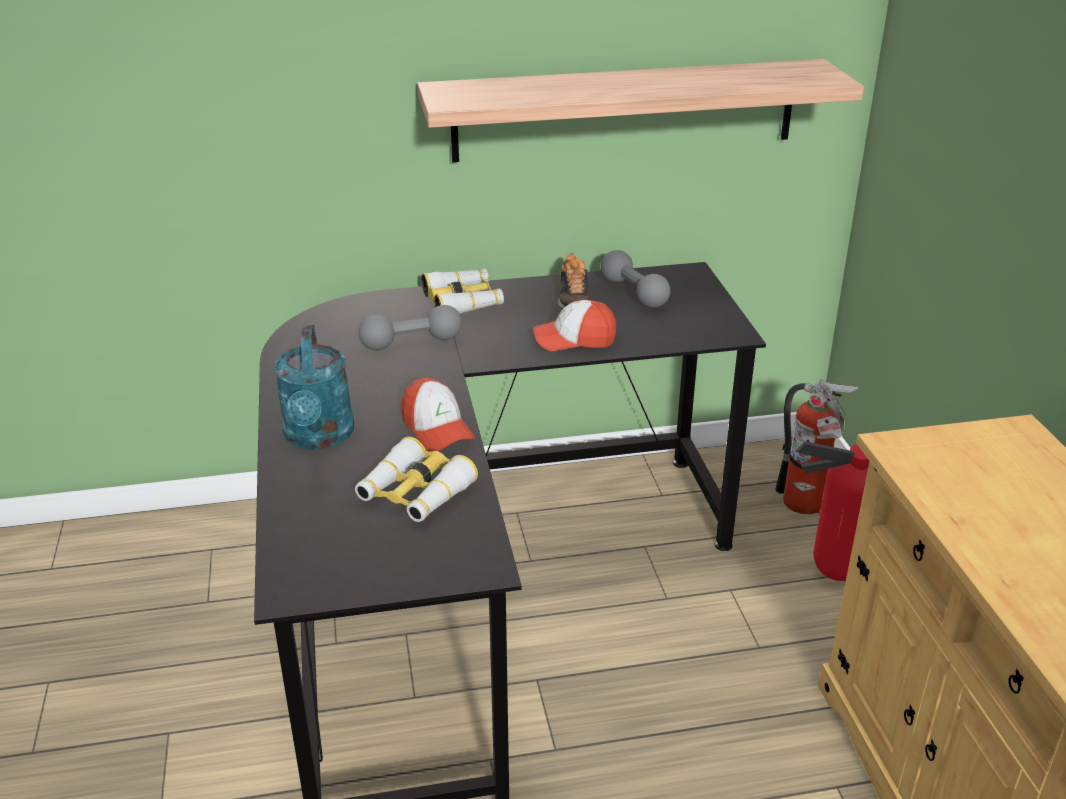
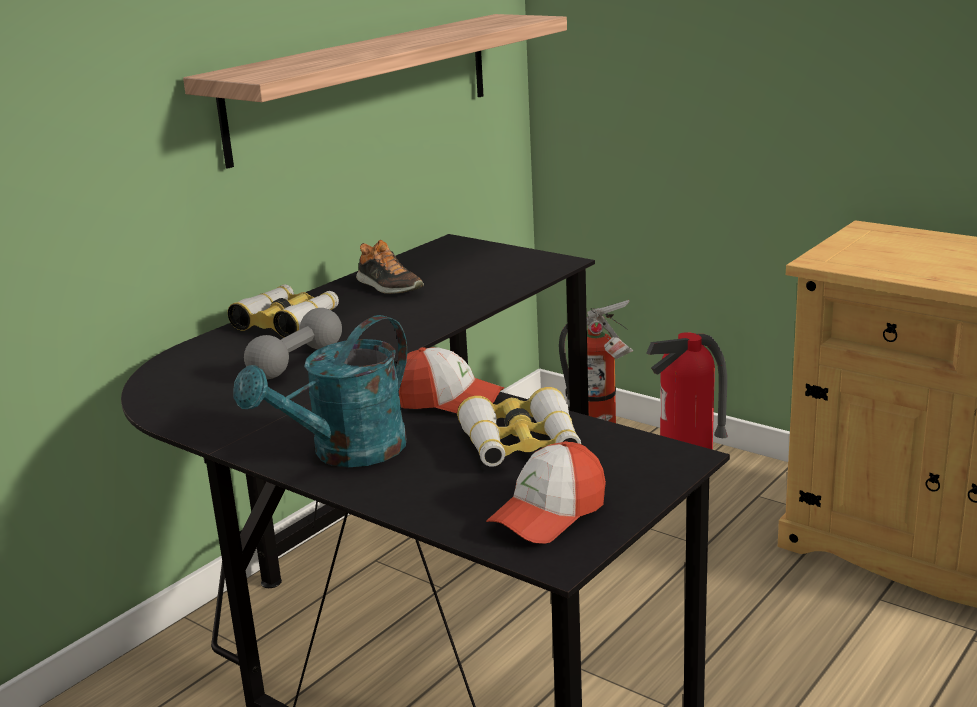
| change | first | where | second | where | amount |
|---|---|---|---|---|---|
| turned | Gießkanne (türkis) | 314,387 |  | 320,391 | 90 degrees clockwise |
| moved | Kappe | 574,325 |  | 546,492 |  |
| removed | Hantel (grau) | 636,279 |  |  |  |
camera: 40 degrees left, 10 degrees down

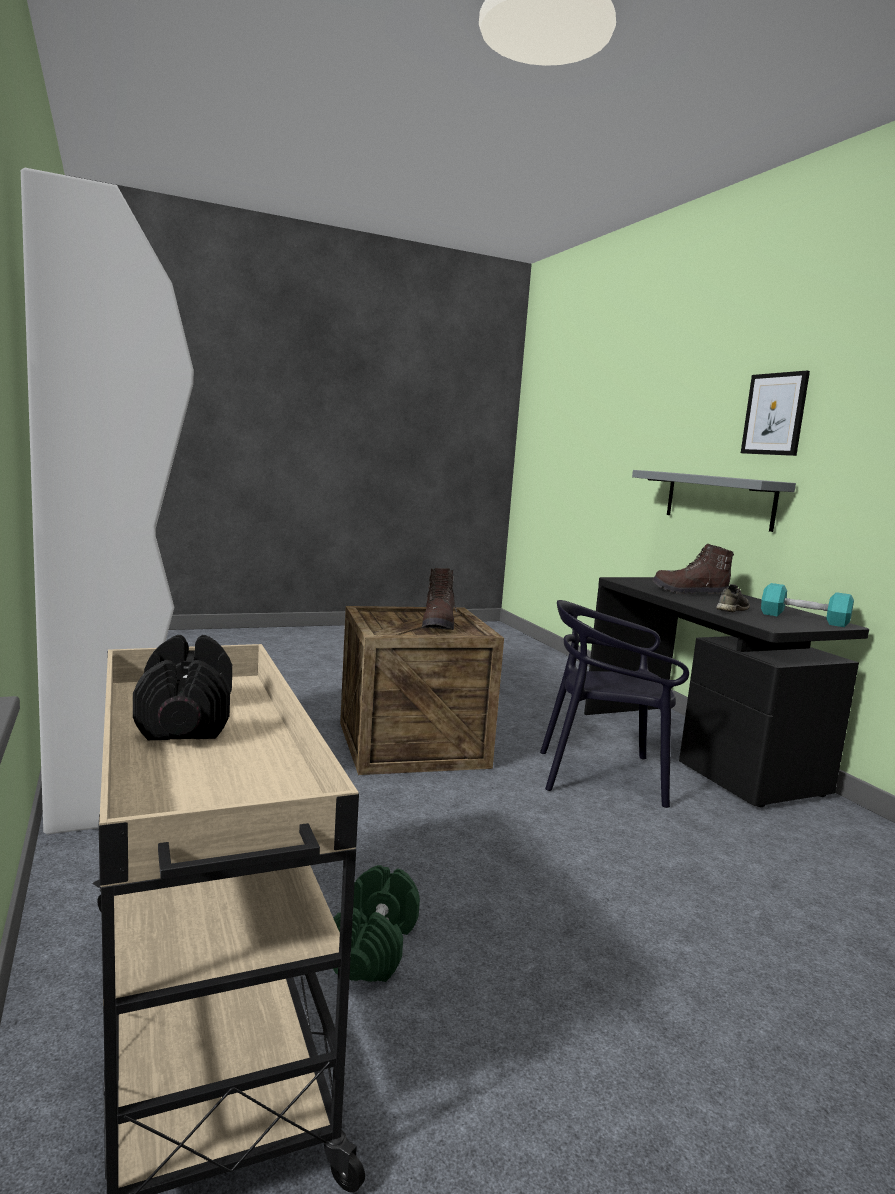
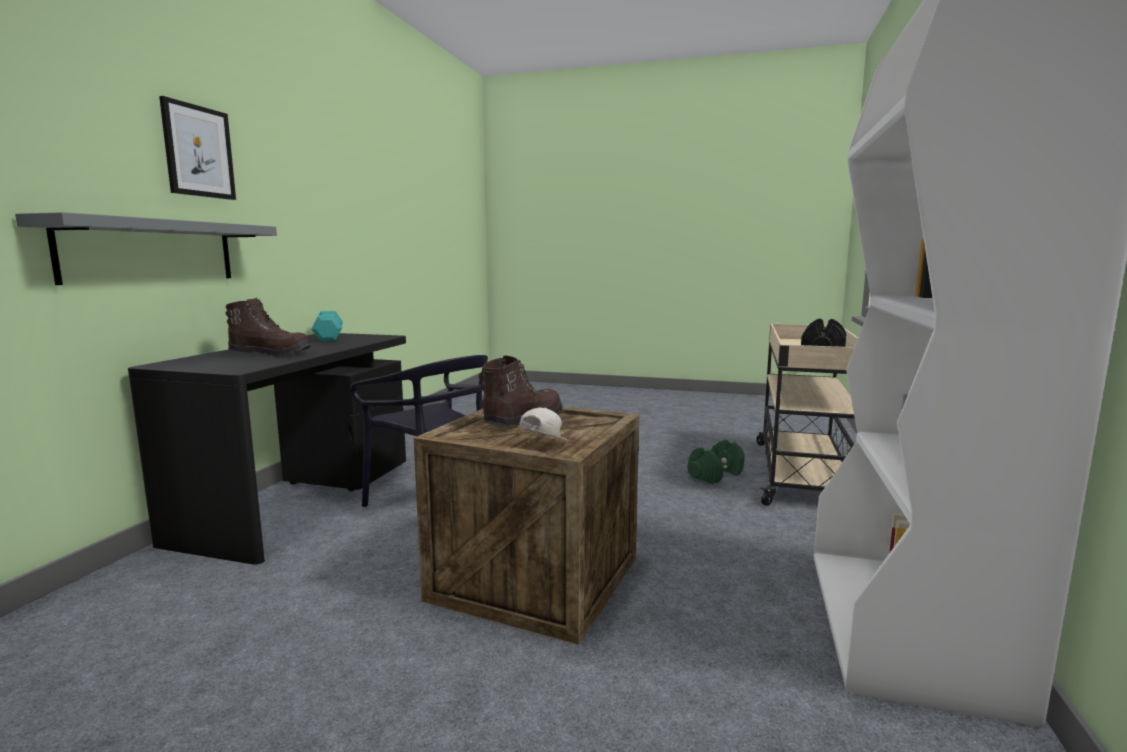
| change | first | where | second | where | amount |
|---|---|---|---|---|---|
| turned | Stiefel (braun) | 693,569 |  | 268,327 | 45 degrees counterclockwise |
| removed | Schuh (grau) | 733,598 |  |  |  |
| added |  |  | Kappe (weiß) | 543,424 |  |
camera: 140 degrees left, 0 degrees up

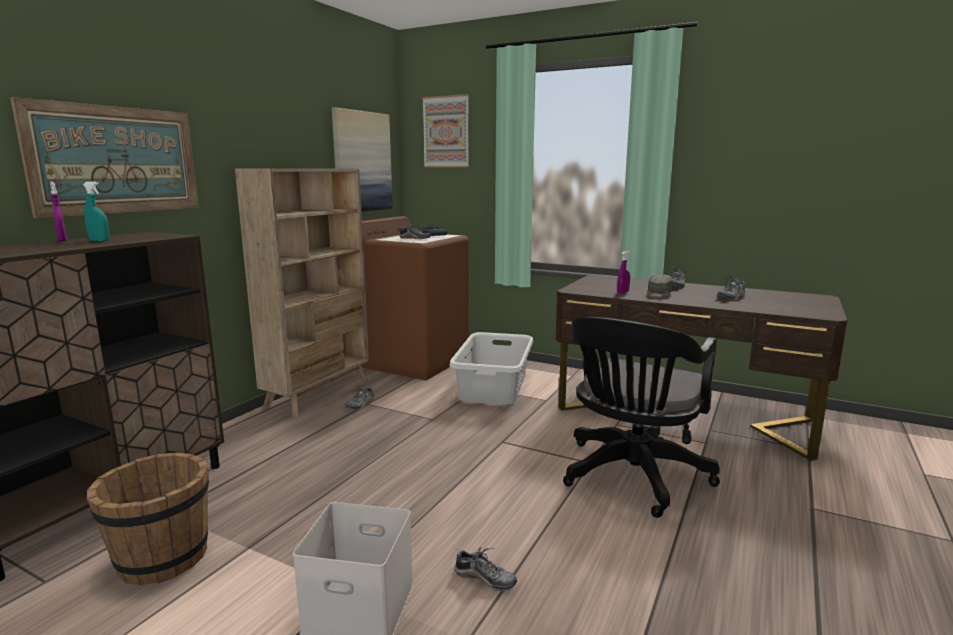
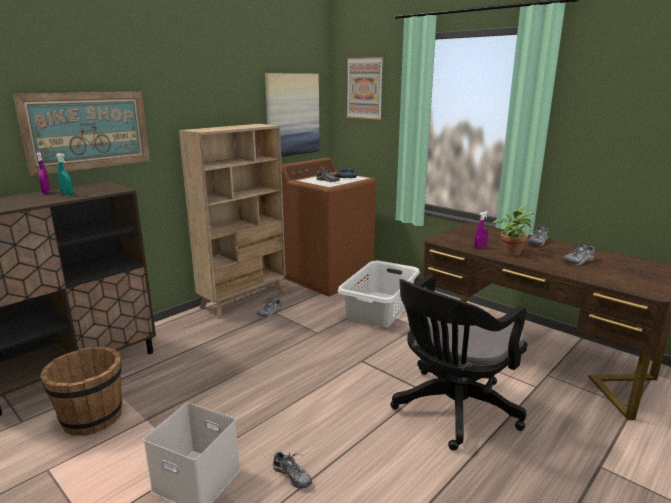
| change | first | where | second | where | amount |
|---|---|---|---|---|---|
| replaced | Kappe (grau) | 660,286 | Topfpflanze | 513,231 |  |
camera: 15 degrees right, 5 degrees up

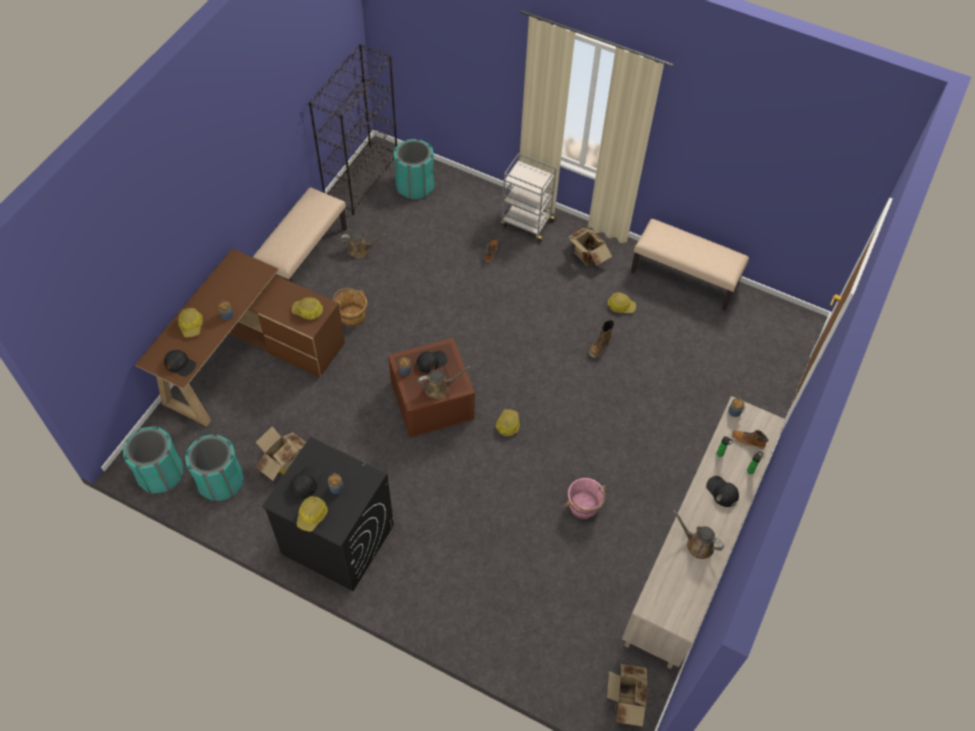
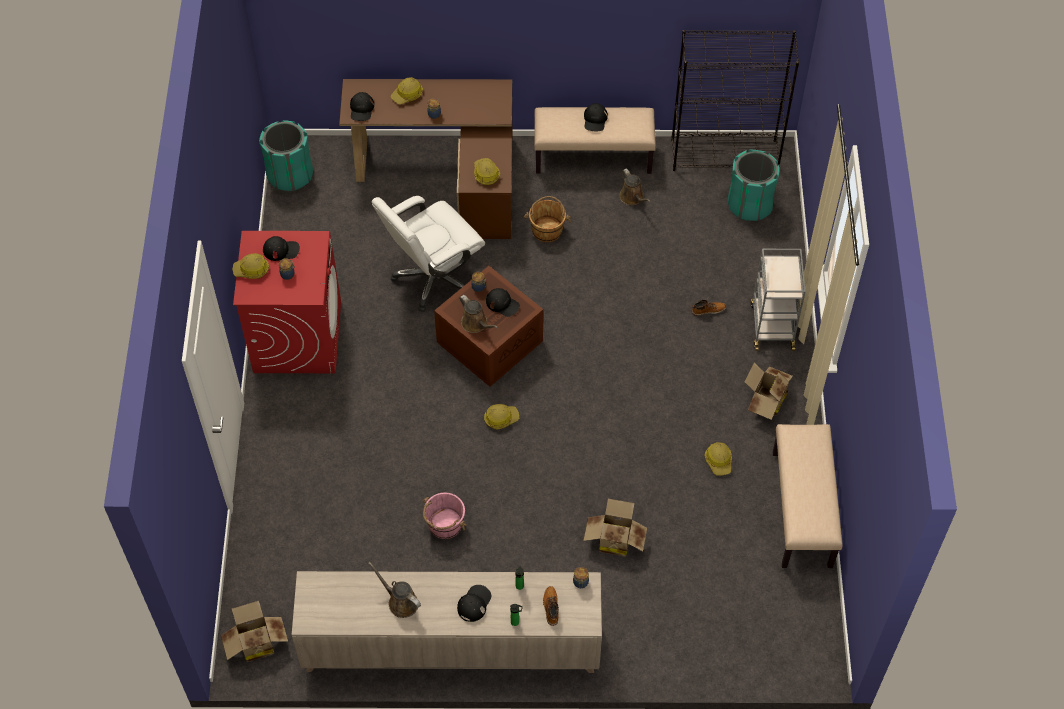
| change | first | where | second | where | amount |
|---|---|---|---|---|---|
| removed | Mülleimer (türkis) | 214,467 |  |  |  |
| moved | Karton | 281,454 |  | 615,528 |  |
| recoloured | Waschmaschine (schwarz) | 328,514 | Waschmaschine (rot) | 287,302 |  |
| removed | Stiefel | 601,338 |  |  |  |
| turned | Gießkanne (braun) | 698,534 |  | 394,590 | 60 degrees counterclockwise |
| added |  |  | Bürostuhl (weiß) | 428,254 |  |
| added |  |  | Kappe (schwarz) | 596,117 |  |
camera: 65 degrees right, 0 degrees up

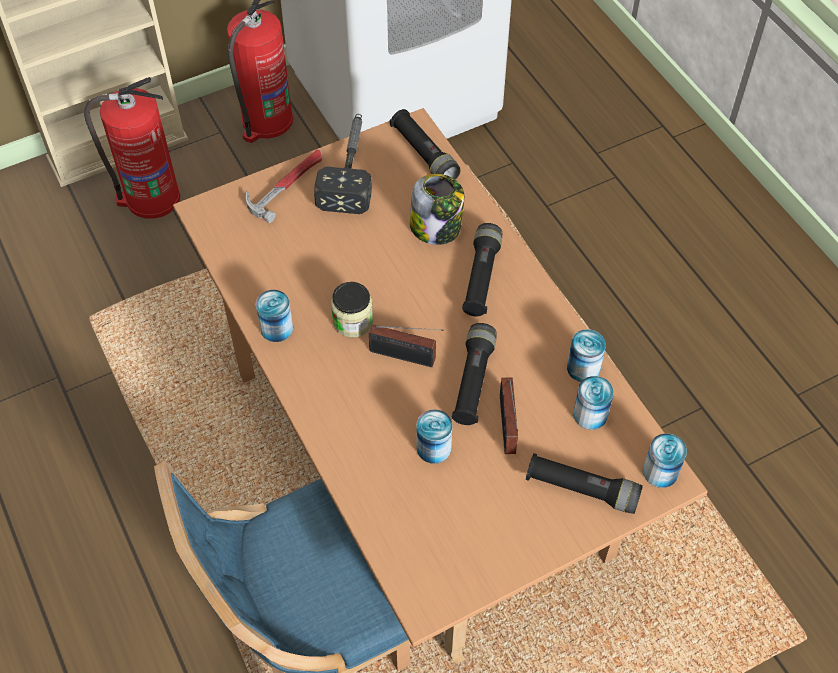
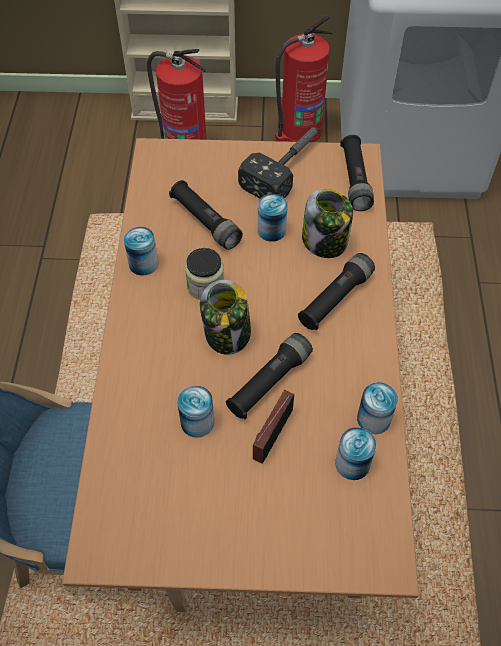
| change | first | where | second | where | amount |
|---|---|---|---|---|---|
| removed | Hammer | 284,186 |  |  |  |
| replaced | Radio | 406,346 | Vorratsglas | 225,317 |  |
| moved | Taschenlampe (schwarz) | 584,483 |  | 206,215 |  |
| moved | Dose | 665,460 |  | 273,218 |  |
camera: 30 degrees right, 0 degrees up

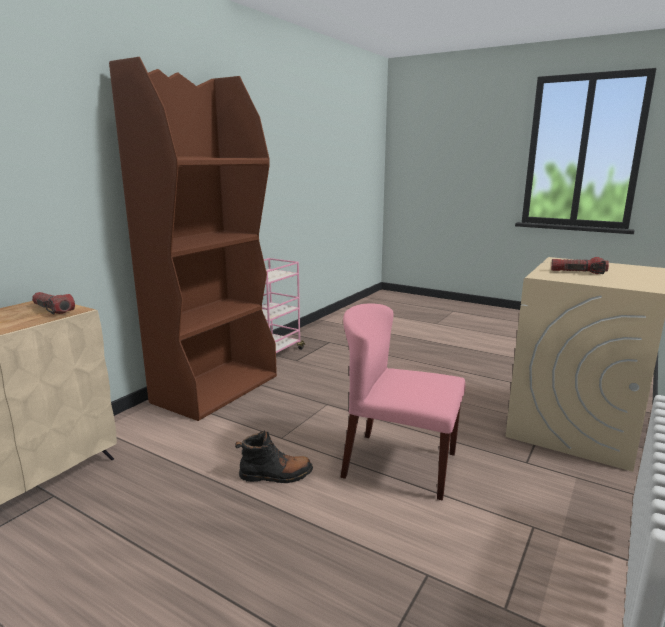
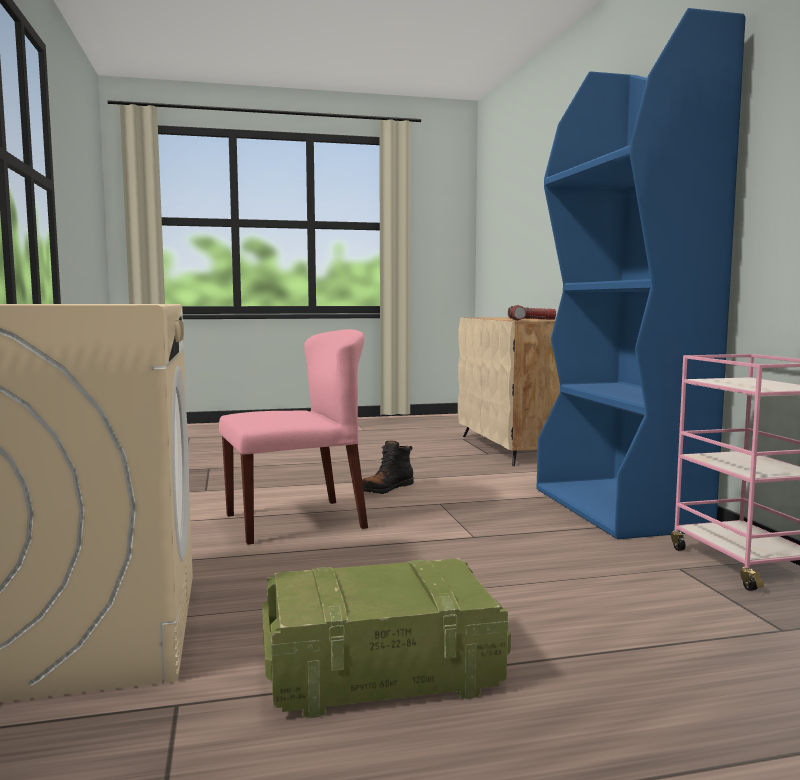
| change | first | where | second | where | amount |
|---|---|---|---|---|---|
| recoloured | Bücherregal (braun) | 193,239 | Bücherregal (blau) | 641,273 |  |
| removed | Taschenlampe | 580,265 |  |  |  |
| added |  |  | Kiste | 386,638 |  |
camera: 135 degrees right, 10 degrees down

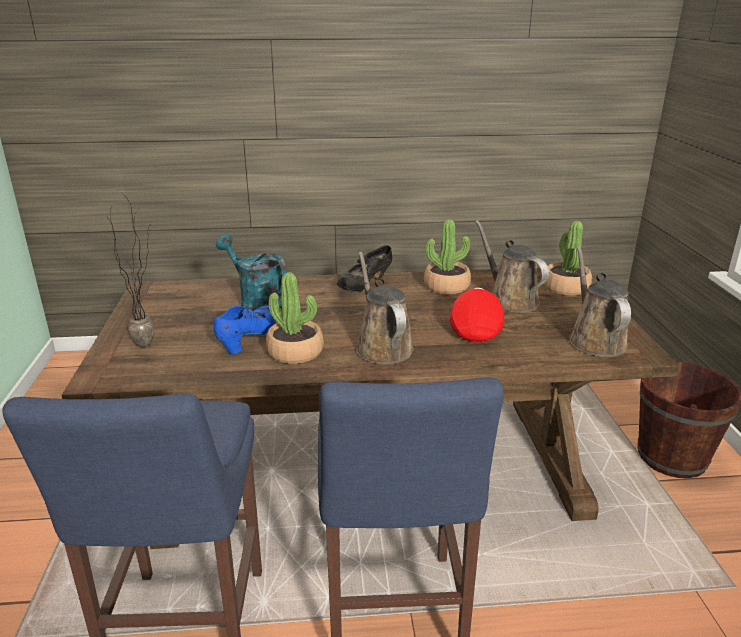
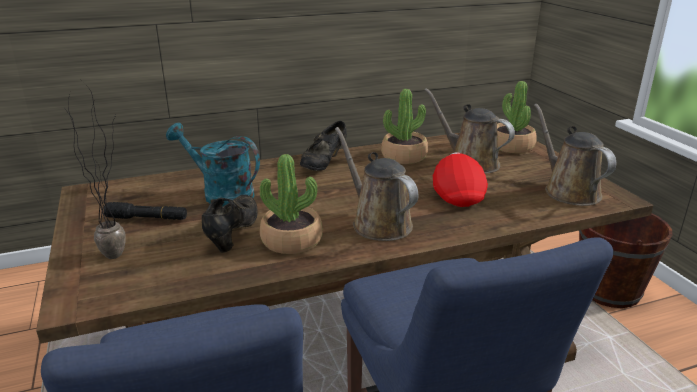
| change | first | where | second | where | amount |
|---|---|---|---|---|---|
| recoloured | Schuh (blau) | 245,330 | Schuh (schwarz) | 230,224 |  |
| added |  |  | Taschenlampe (schwarz) | 145,211 |  |
camera: 15 degrees left, 0 degrees up

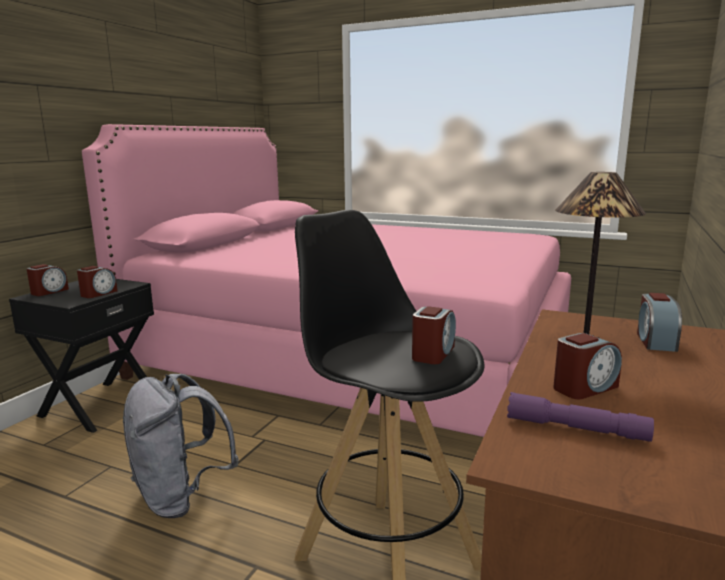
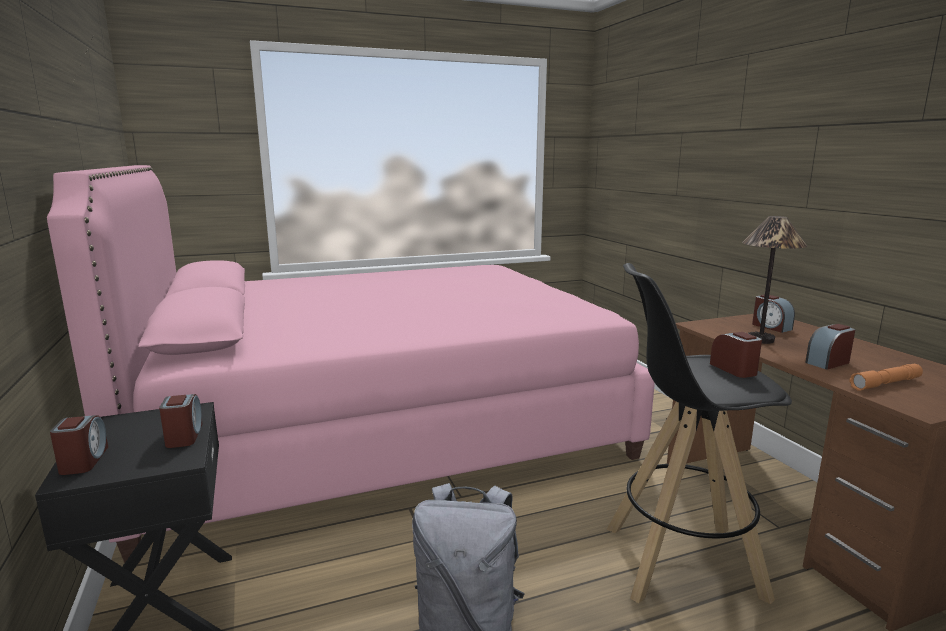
| change | first | where | second | where | amount |
|---|---|---|---|---|---|
| recoloured | Taschenlampe (lila) | 580,417 | Taschenlampe (orange) | 886,377 |  |
| turned | Wecker | 587,366 |  | 830,347 | 135 degrees counterclockwise |
camera: 45 degrees left, 0 degrees up

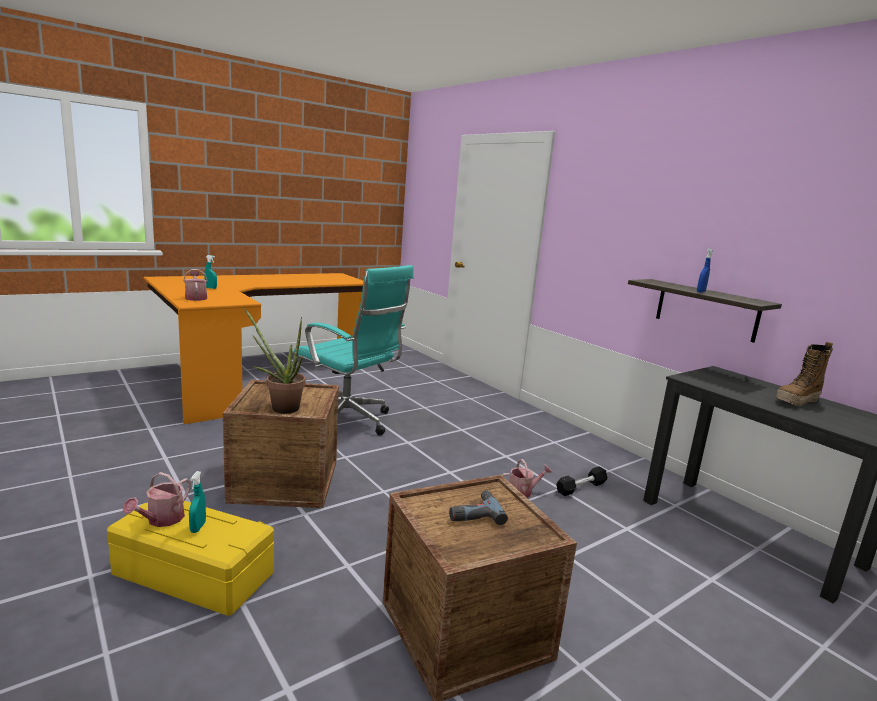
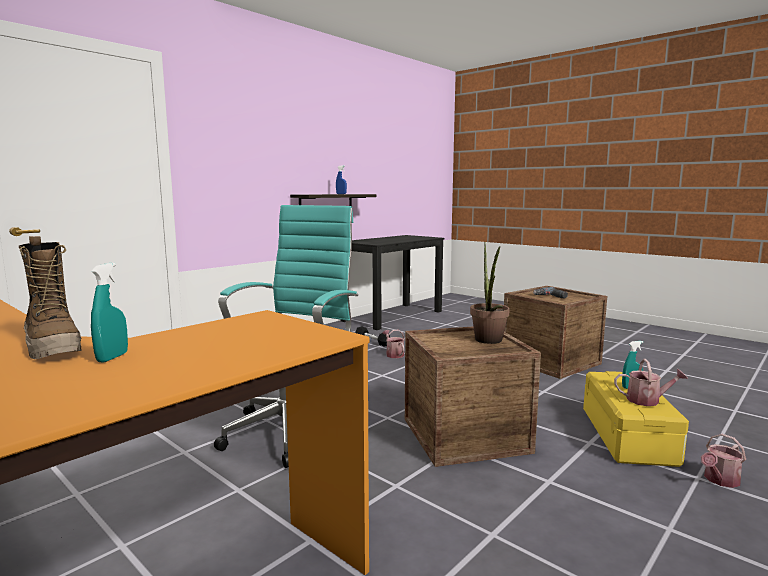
| change | first | where | second | where | amount |
|---|---|---|---|---|---|
| moved | Gießkanne | 195,285 |  | 723,461 |  |
| moved | Stiefel | 804,374 |  | 50,297 |  |
camera: 100 degrees left, 5 degrees down

